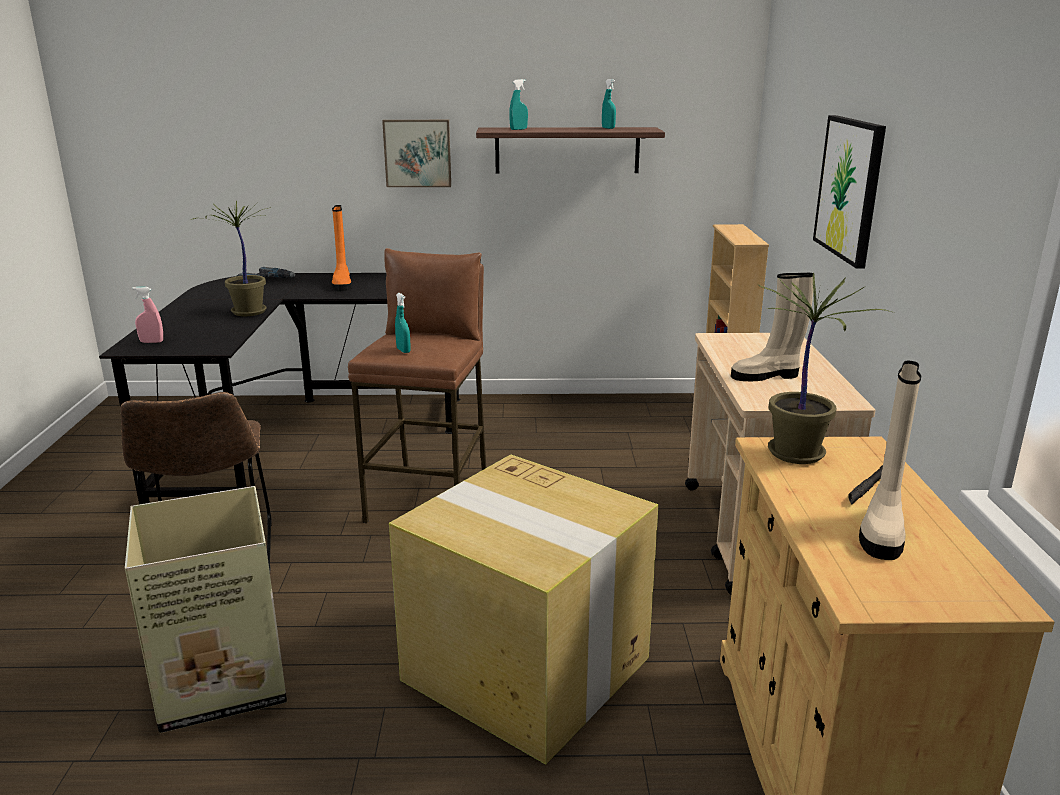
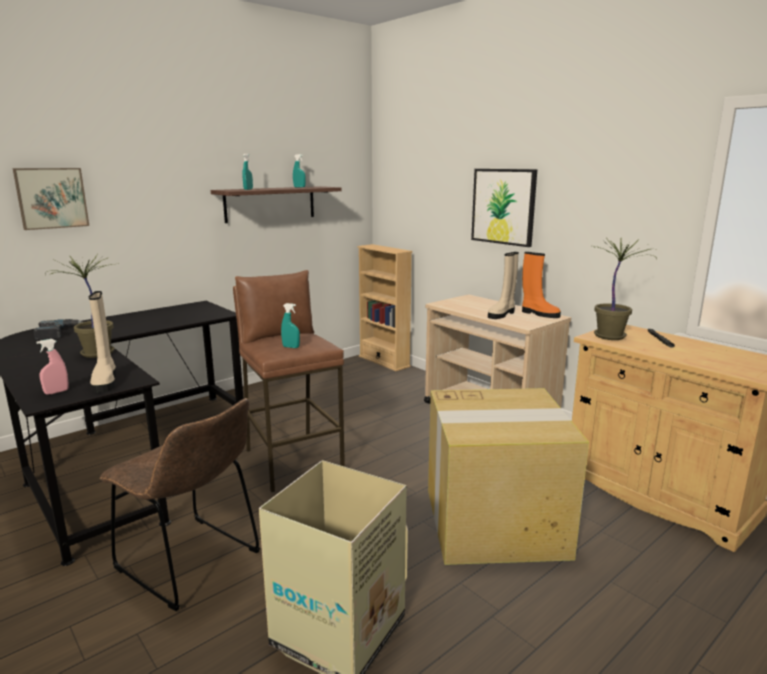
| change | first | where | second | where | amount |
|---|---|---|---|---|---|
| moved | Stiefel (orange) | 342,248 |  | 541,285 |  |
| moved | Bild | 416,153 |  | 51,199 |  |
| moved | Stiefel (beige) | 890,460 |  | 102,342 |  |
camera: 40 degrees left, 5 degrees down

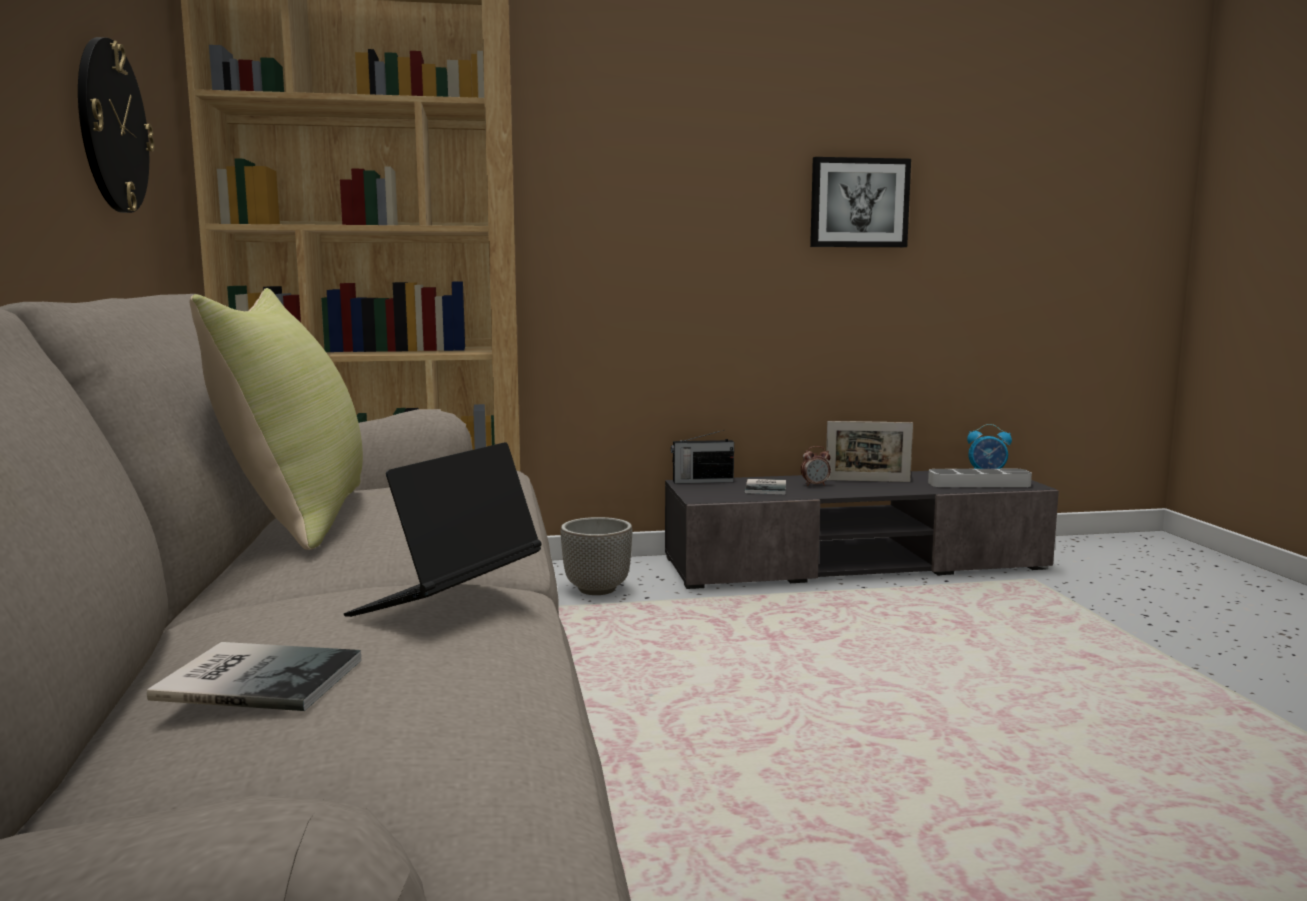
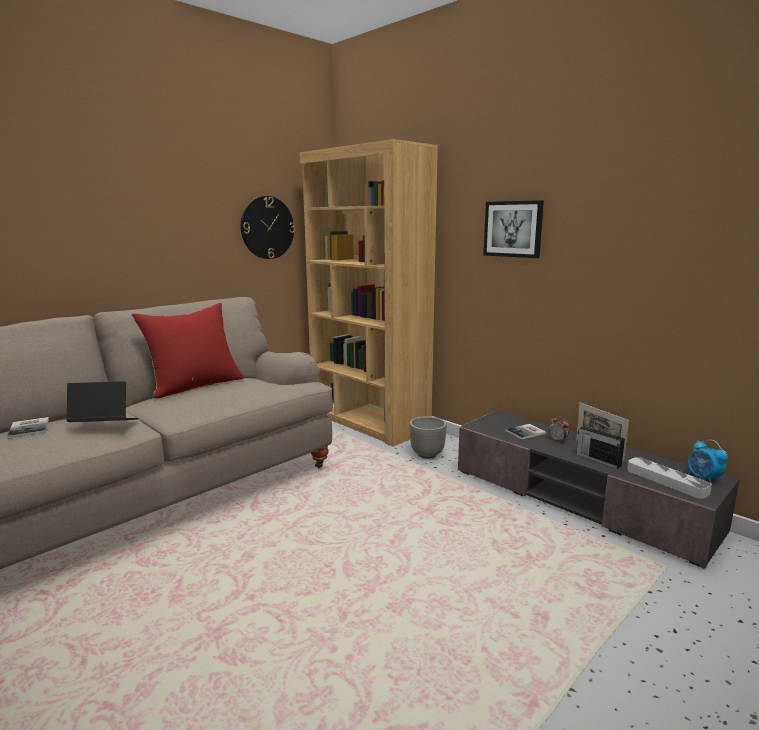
| change | first | where | second | where | amount |
|---|---|---|---|---|---|
| recoloured | Kissen (gelb) | 276,419 | Kissen (rot) | 188,351 |  |
| moved | Radio | 702,456 |  | 600,447 |  |
| moved | Bild | 860,202 |  | 513,229 |  |
camera: 55 degrees right, 5 degrees up

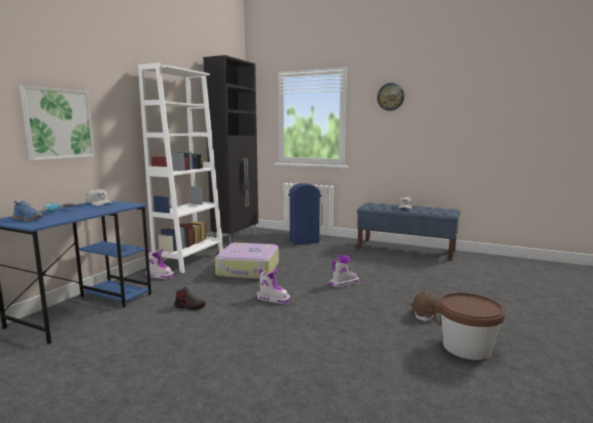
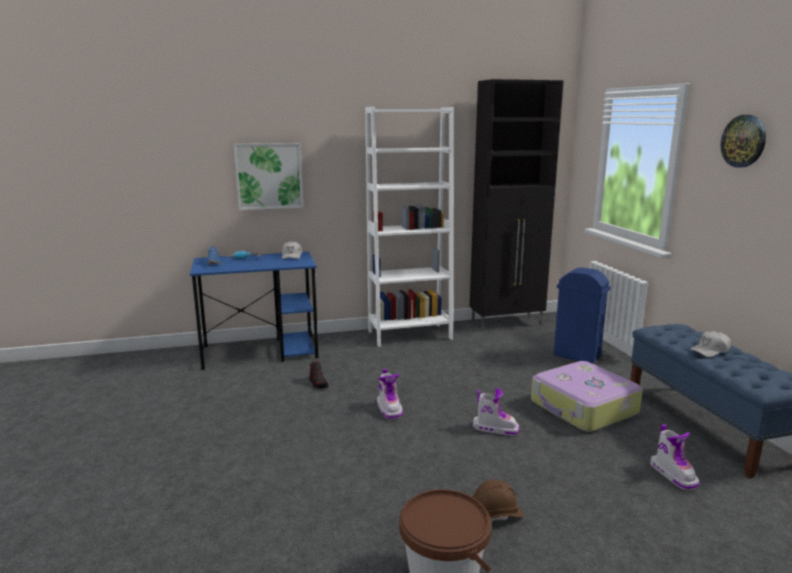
| change | first | where | second | where | amount |
|---|---|---|---|---|---|
| moved | Stiefel | 160,264 |  | 675,457 |  |
| moved | Koffer | 247,261 |  | 587,396 |  |
camera: 50 degrees right, 5 degrees up

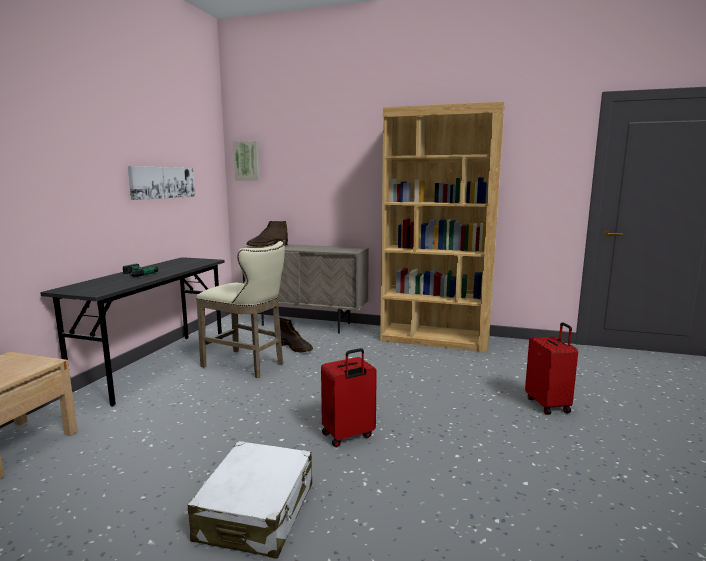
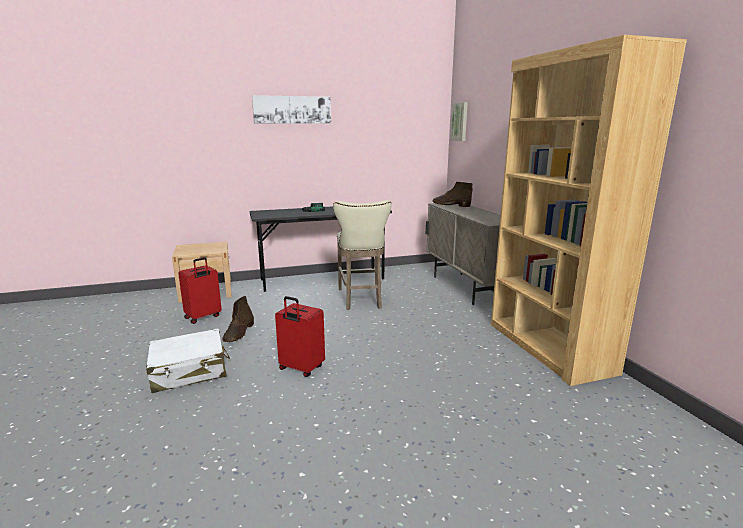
| change | first | where | second | where | amount |
|---|---|---|---|---|---|
| moved | Bild | 161,183 |  | 291,109 |  |
| moved | Stiefel (braun) | 296,335 |  | 238,319 |  |
| moved | Koffer (rot) | 551,368 |  | 200,290 |  |
camera: 55 degrees right, 5 degrees up

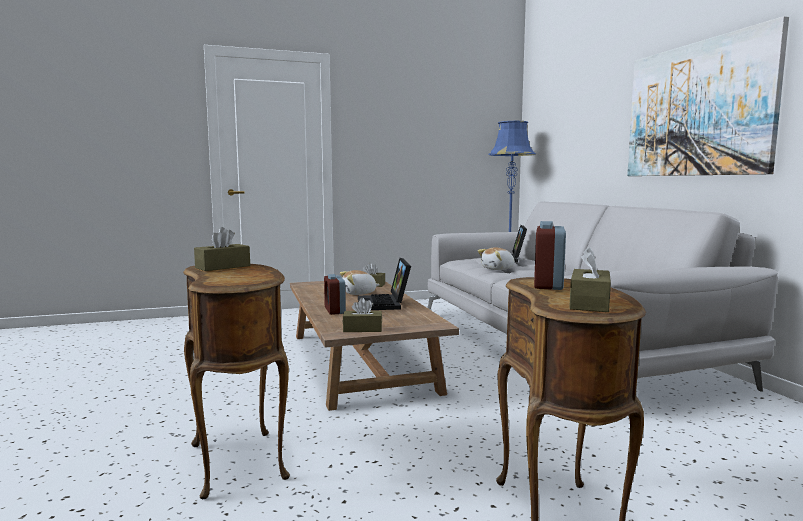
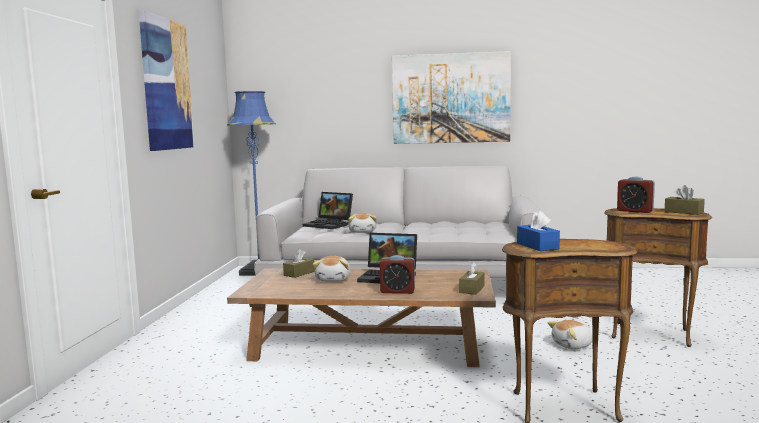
| change | first | where | second | where | amount |
|---|---|---|---|---|---|
| recoloured | Taschentuchbox (braun) | 222,249 | Taschentuchbox (blau) | 538,230 |  |
| added |  |  | Bild | 166,80 |  |
| added |  |  | Plüschtier | 570,334 |  |
camera: 65 degrees left, 0 degrees up

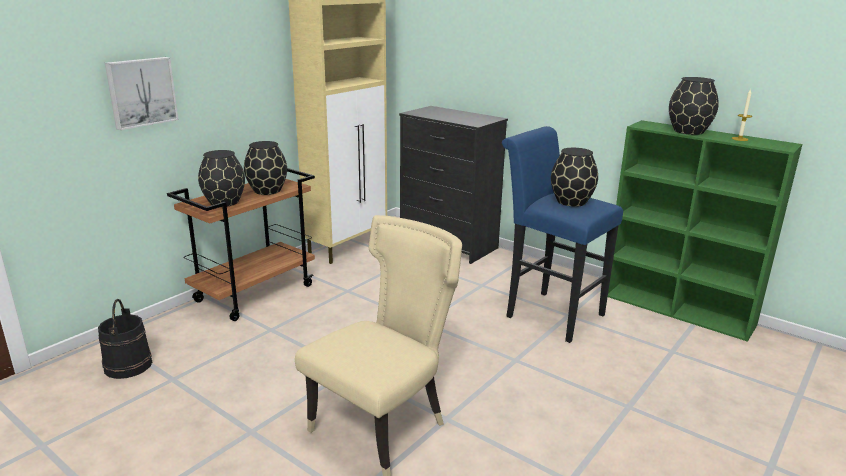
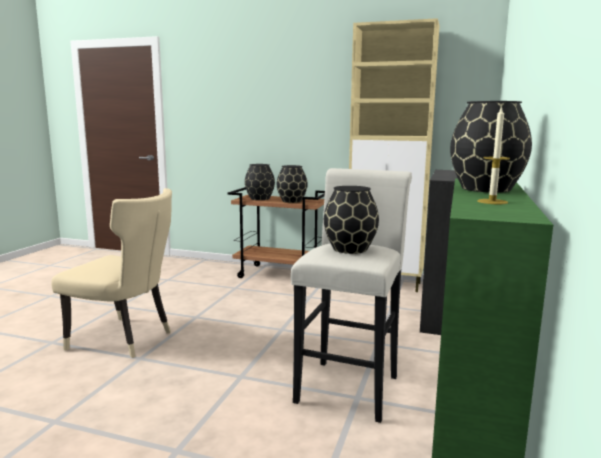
| change | first | where | second | where | amount |
|---|---|---|---|---|---|
| removed | Eimer (schwarz) | 125,339 |  |  |  |
| removed | Bild | 141,93 |  |  |  |
| recoloured | Hocker (blau) | 562,234 | Hocker (weiß) | 351,295 |  |
camera: 70 degrees right, 10 degrees down

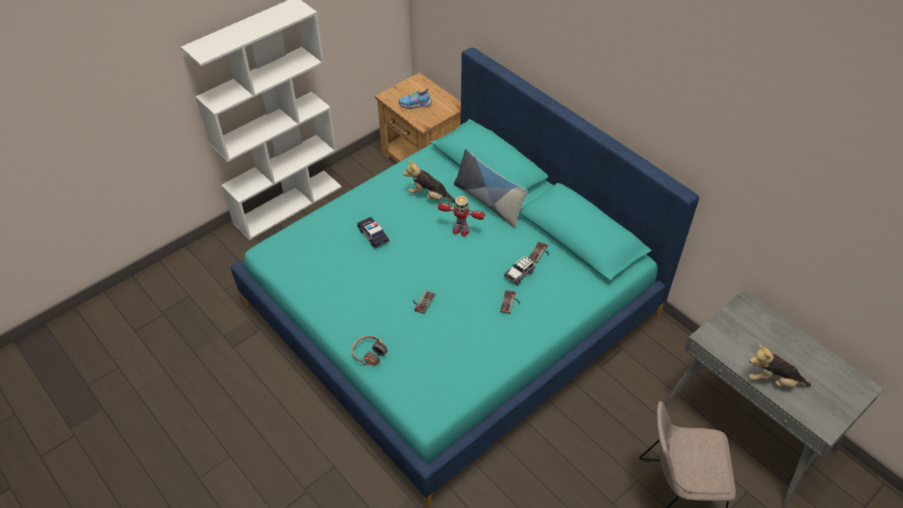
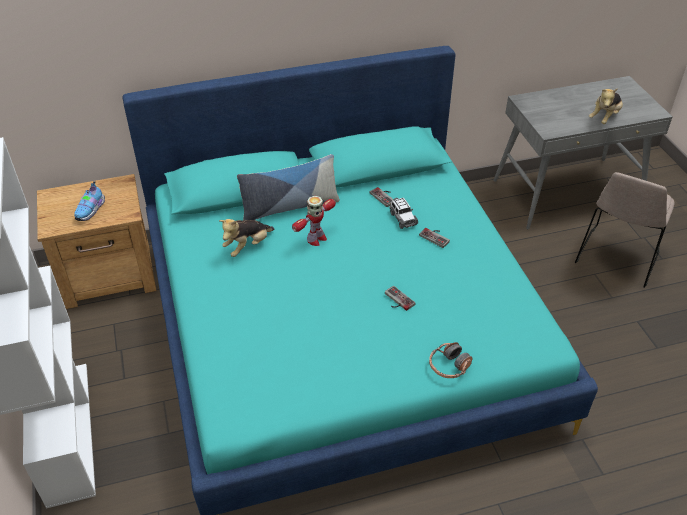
| change | first | where | second | where | amount |
|---|---|---|---|---|---|
| removed | Spielzeugauto | 373,232 |  |  |  |
camera: 65 degrees left, 5 degrees down

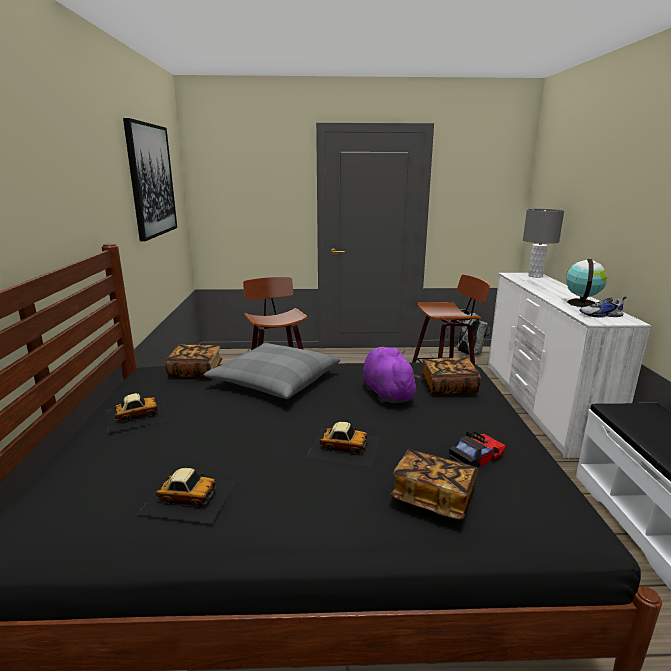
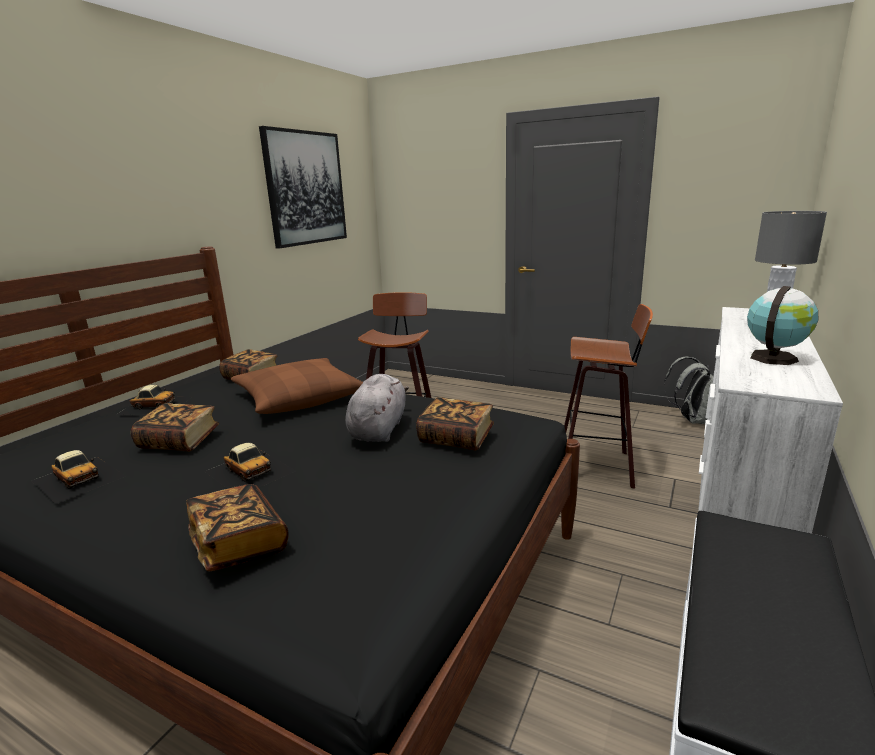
| change | first | where | second | where | amount |
|---|---|---|---|---|---|
| recoloured | Kissen (grau) | 272,371 | Kissen (braun) | 297,386 |  |
| recoloured | Plüschtier (lila) | 391,375 | Plüschtier (grau) | 377,408 |  |
| removed | Spielzeugauto | 477,449 |  |  |  |
| removed | Schuh | 603,307 |  |  |  |
| added |  |  | Buch | 175,427 |  |
camera: 30 degrees right, 0 degrees up

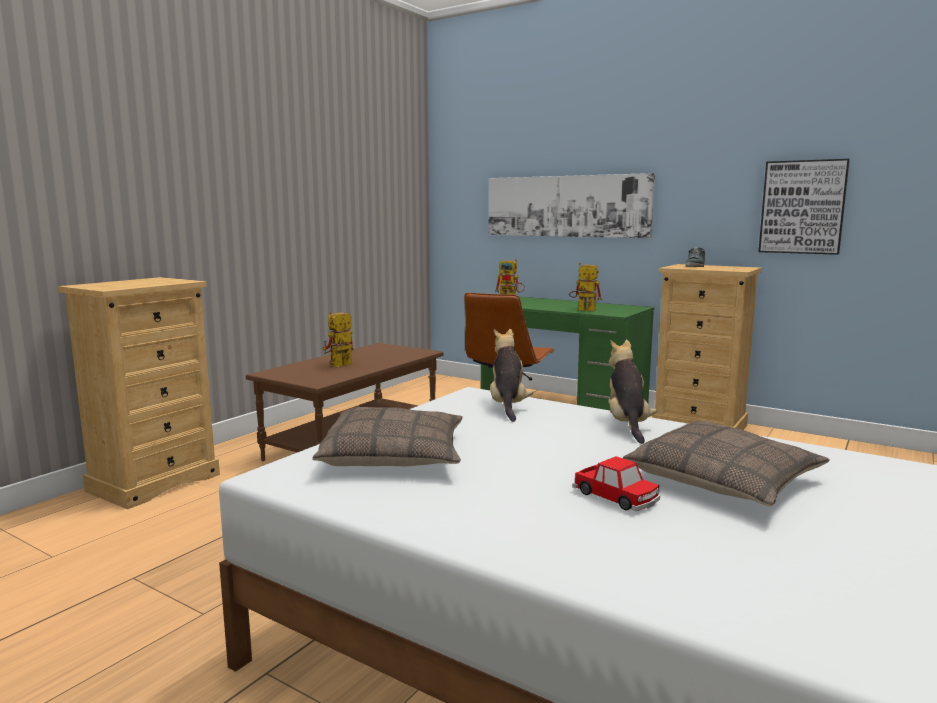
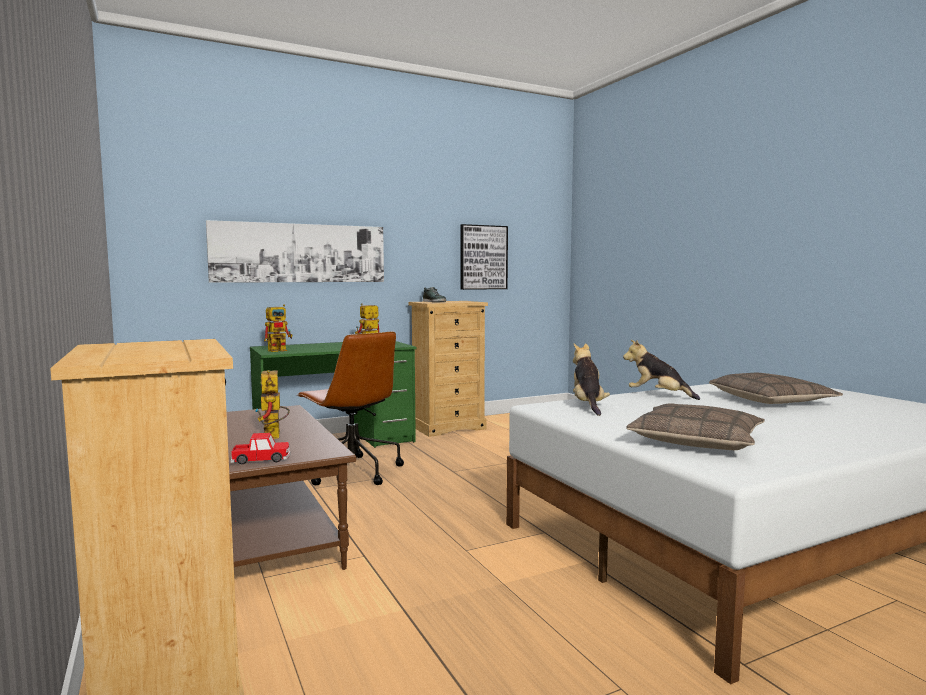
| change | first | where | second | where | amount |
|---|---|---|---|---|---|
| turned | Plüschtier | 511,375 |  | 591,379 | 60 degrees clockwise |
| moved | Spielzeugauto | 616,483 |  | 260,448 |  |
camera: 60 degrees left, 5 degrees down

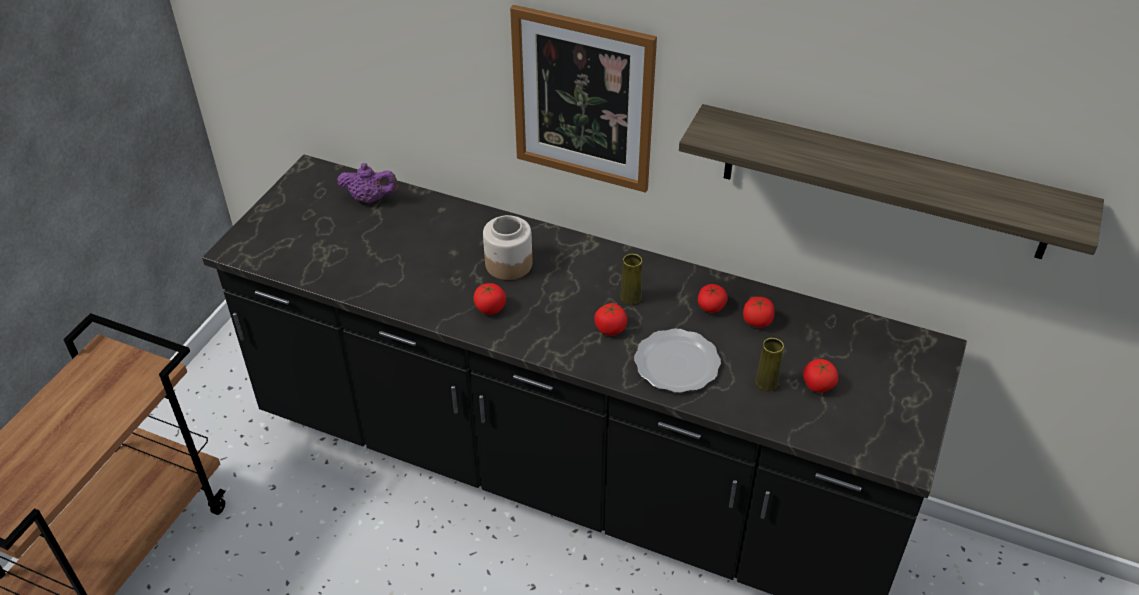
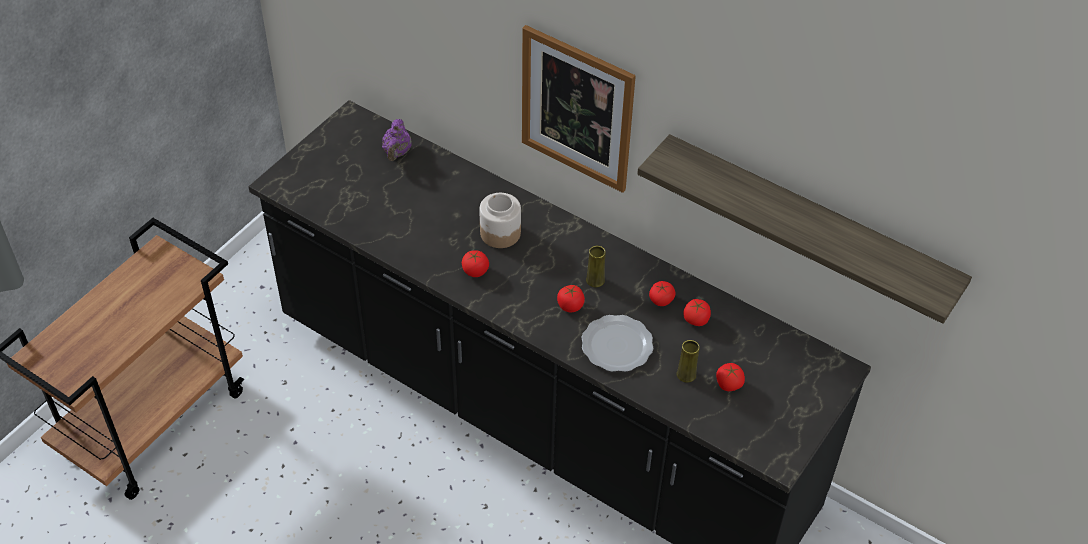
| change | first | where | second | where | amount |
|---|---|---|---|---|---|
| turned | Teekanne (lila) | 367,183 |  | 397,140 | 75 degrees clockwise |
camera: 10 degrees right, 5 degrees up

